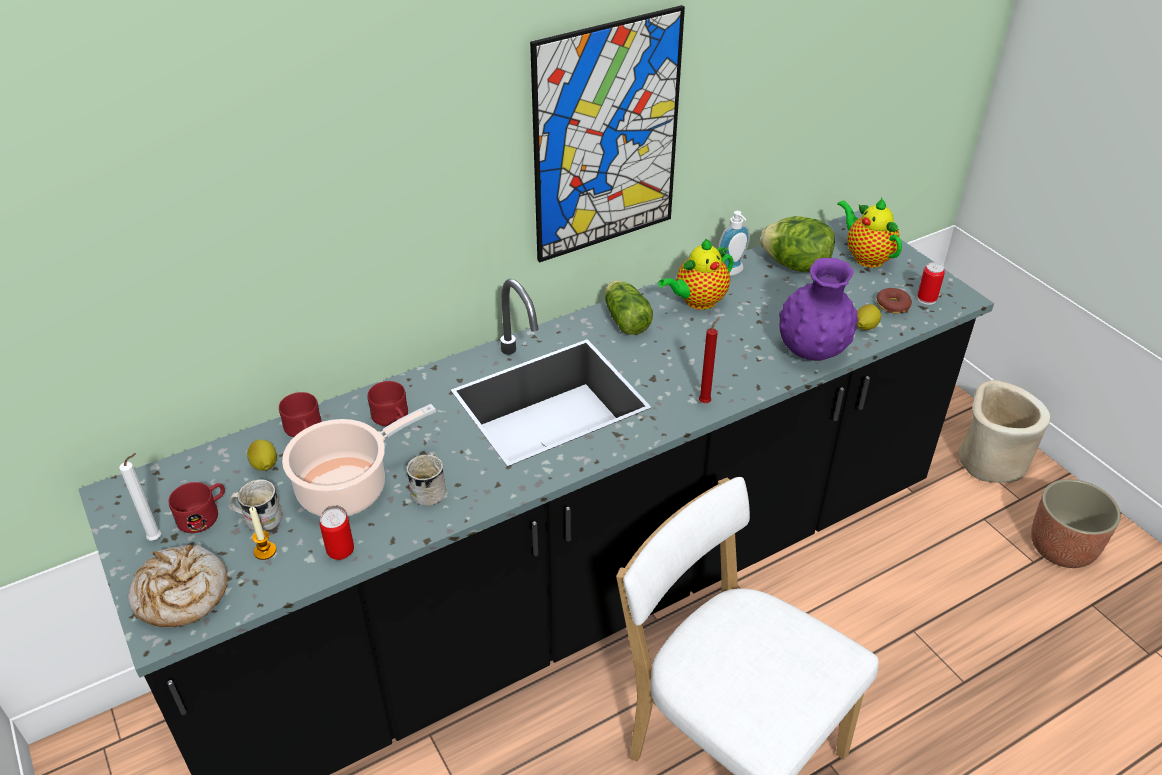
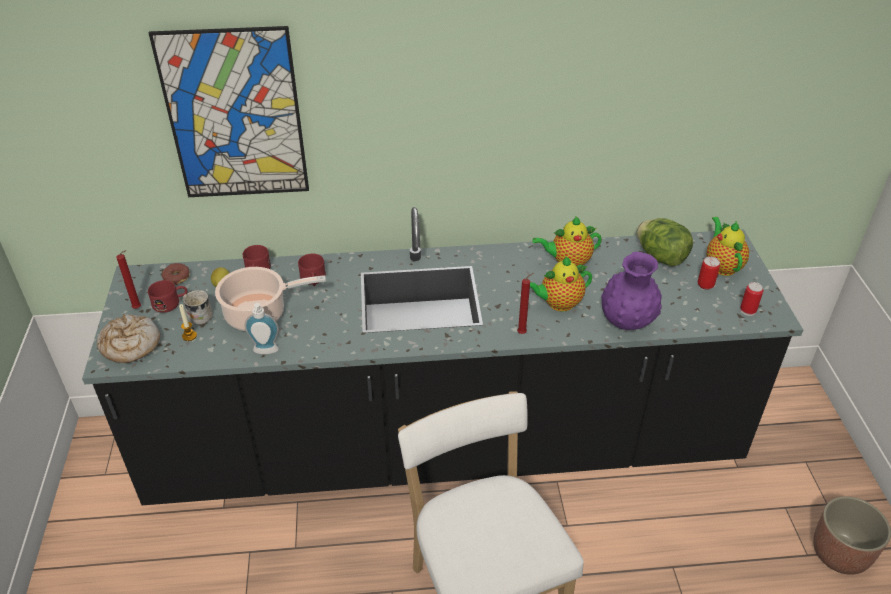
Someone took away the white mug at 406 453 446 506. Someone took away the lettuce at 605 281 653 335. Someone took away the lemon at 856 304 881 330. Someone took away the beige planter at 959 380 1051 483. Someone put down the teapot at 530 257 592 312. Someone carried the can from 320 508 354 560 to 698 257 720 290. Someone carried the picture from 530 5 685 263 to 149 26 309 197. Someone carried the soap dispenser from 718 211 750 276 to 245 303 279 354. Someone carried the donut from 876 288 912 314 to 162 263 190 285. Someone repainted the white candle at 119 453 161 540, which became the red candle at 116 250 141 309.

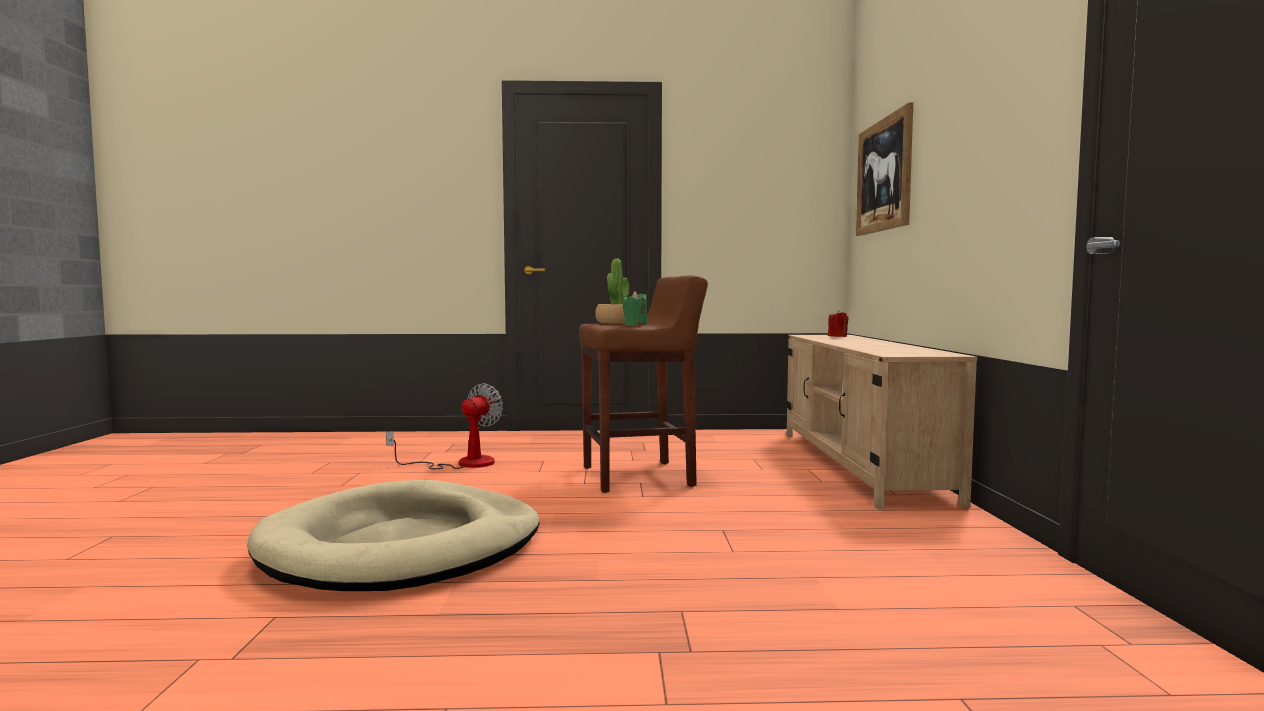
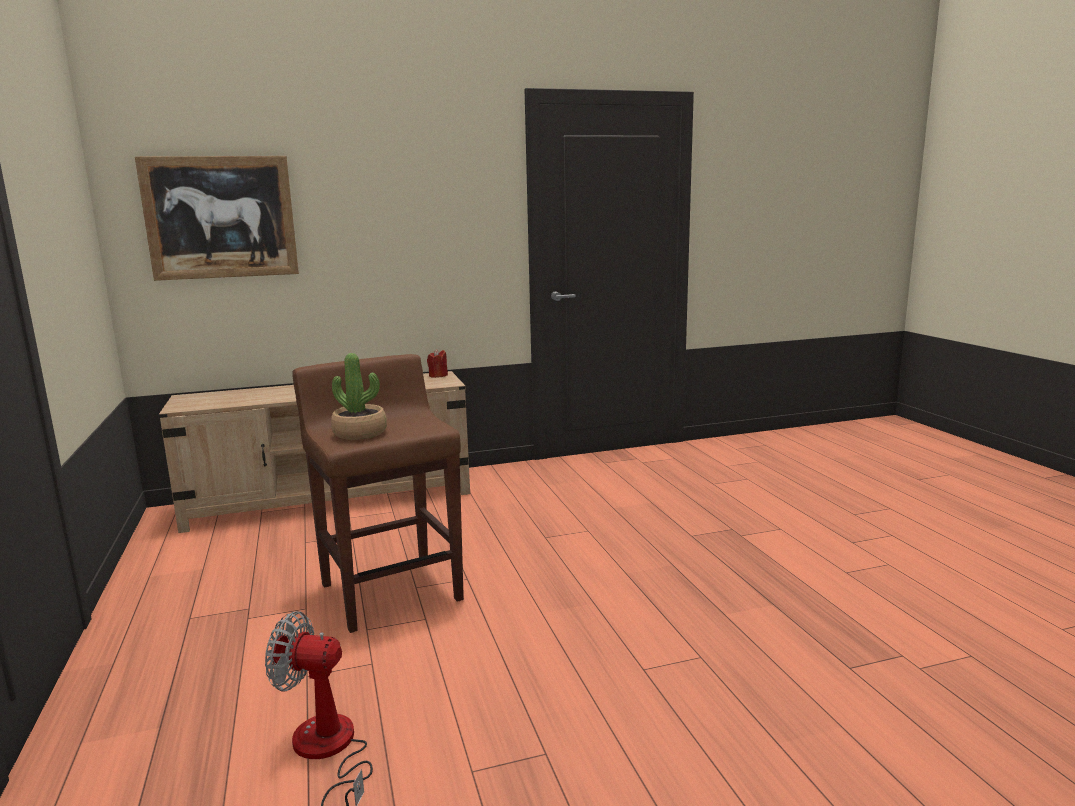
Someone took away the beige dog bed at 247 480 539 591. Someone took away the green candle at 623 291 647 326. Someone carried the red candle from 828 310 849 337 to 427 349 448 378.

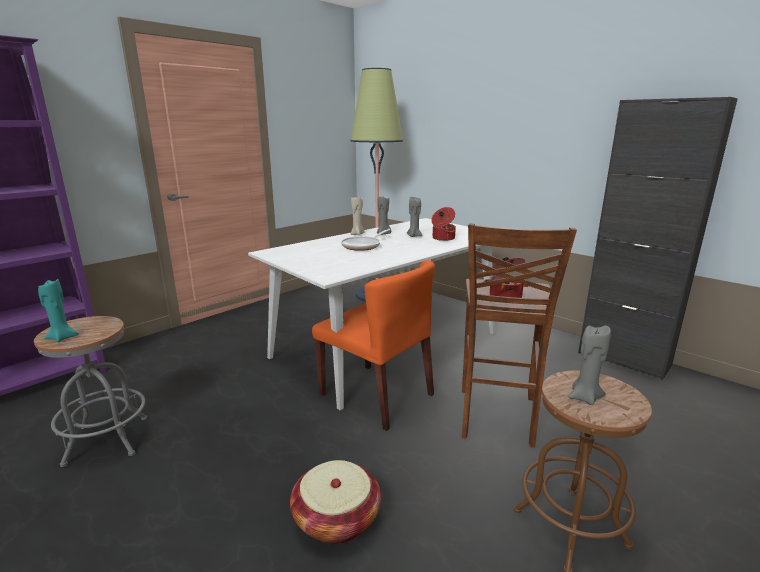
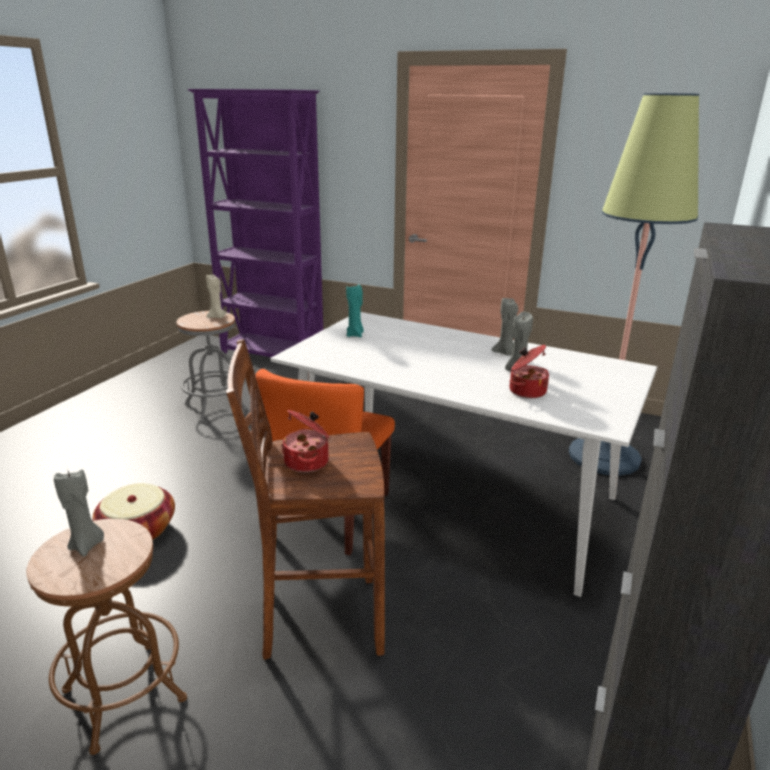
Someone took away the frying pan at 341 229 391 251. Someone carried the turquoise candle from 38 279 79 342 to 346 284 364 337. Someone carried the beige candle from 351 197 365 235 to 206 275 226 318.

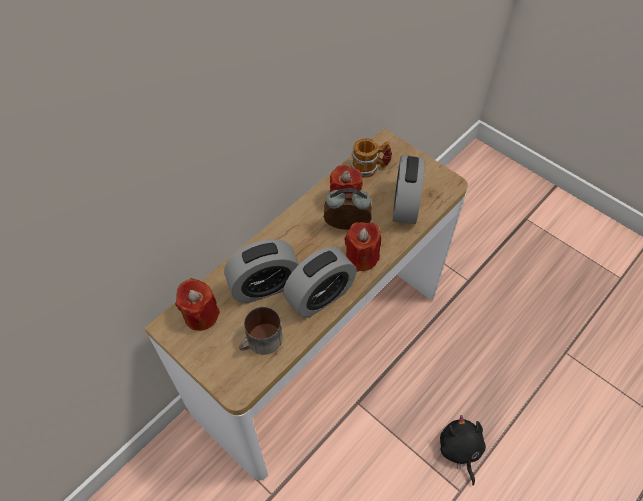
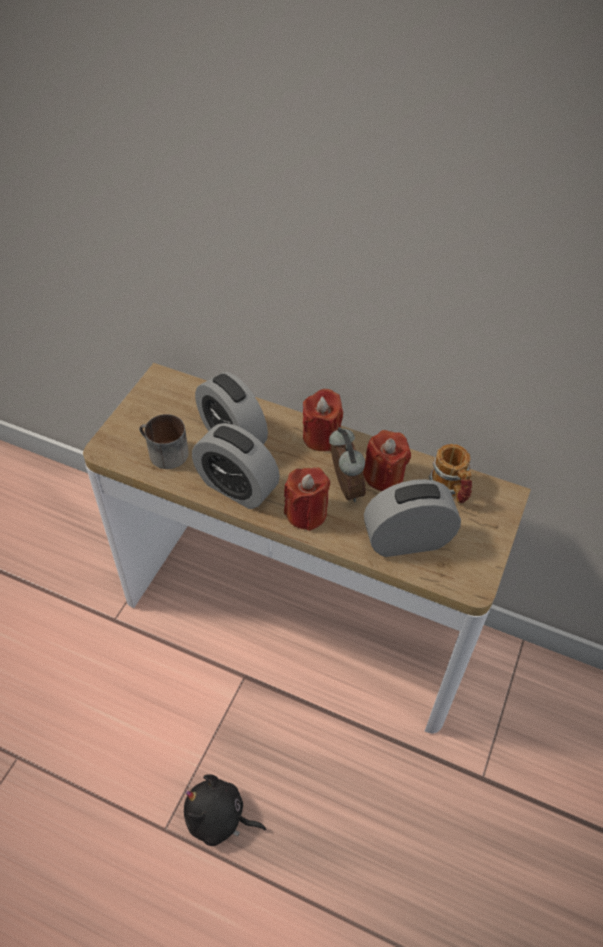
Someone carried the red candle from 175 278 220 331 to 303 389 343 451. Someone rotated the black plush toy at 440 415 486 486 by 135 degrees counterclockwise.

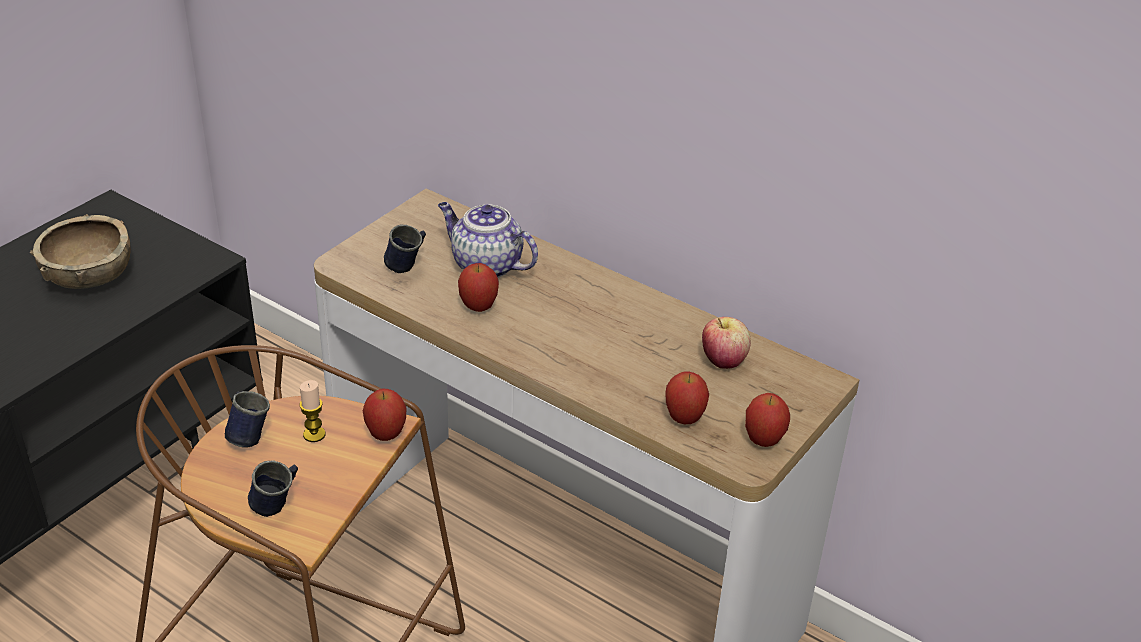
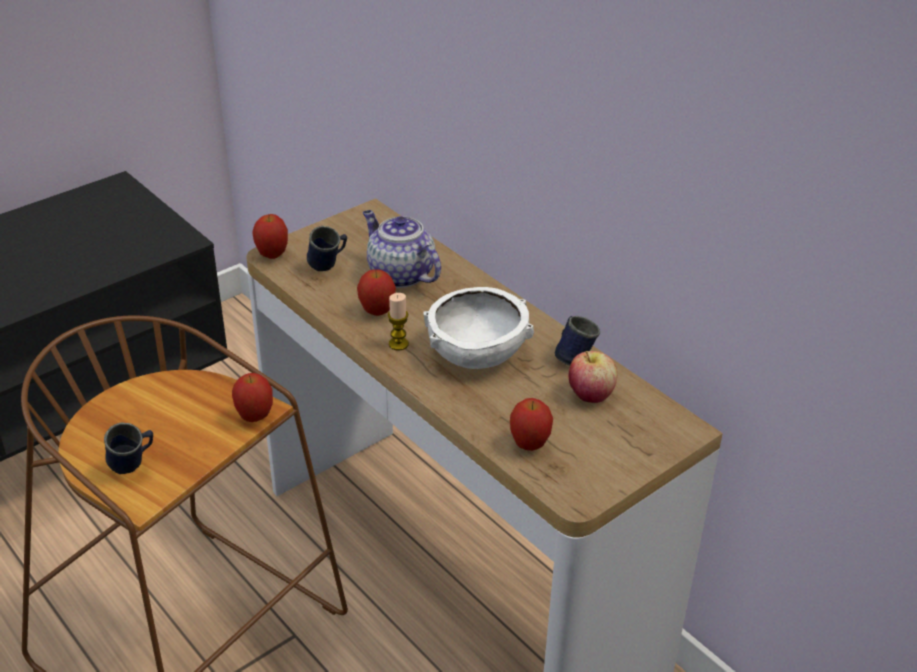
Someone took away the brown bowl at 30 214 131 289. Someone put down the white bowl at 423 287 534 369. Someone carried the blue mug from 225 391 270 448 to 555 316 600 366. Someone carried the candle from 300 380 325 442 to 388 293 409 351. Someone carried the apple from 745 393 790 447 to 252 214 288 259.

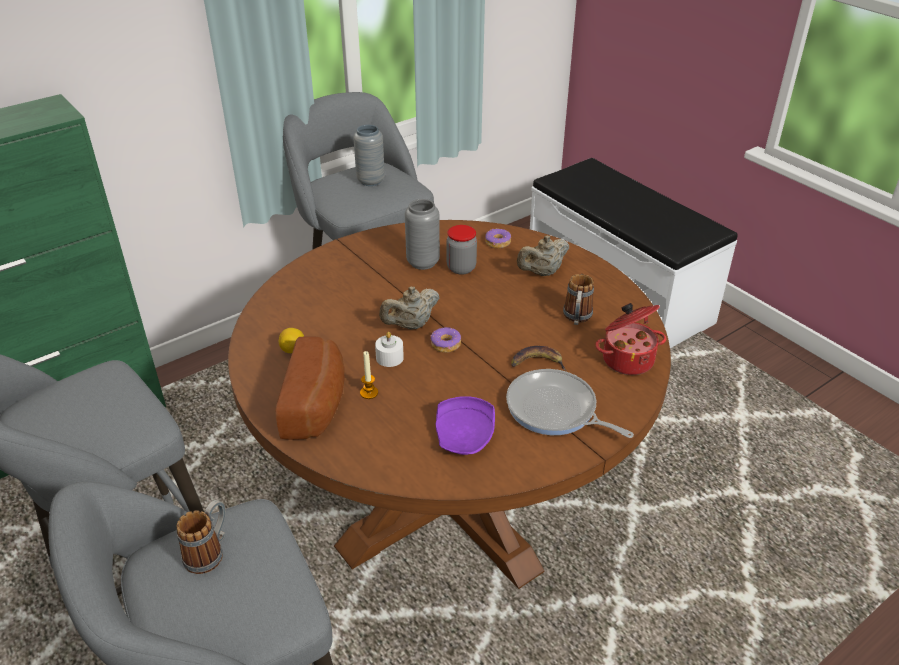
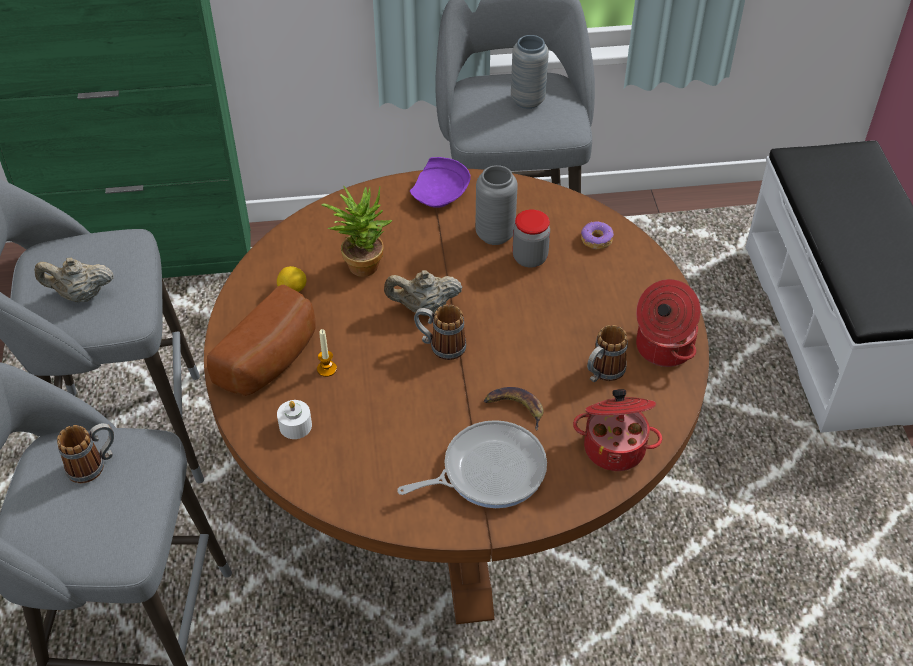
Someone put down the potted plant at 321 185 393 277. Someone put down the cooking pot at 636 279 701 367. Someone carried the white candle from 375 332 404 367 to 277 400 312 439. Someone carried the purple plate from 436 396 495 455 to 410 157 471 208. Someone carried the beige teapot from 517 236 569 276 to 35 258 114 302. Someone swapped the donut at 430 327 461 353 for the mug at 414 304 466 360. Someone rotated the frying pan at 506 369 634 438 by 90 degrees clockwise.

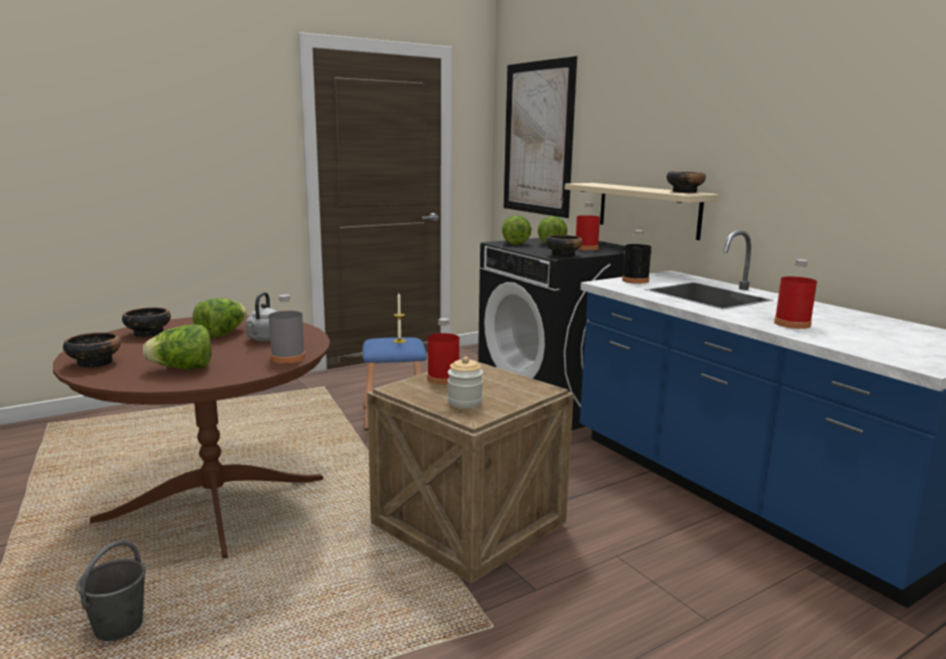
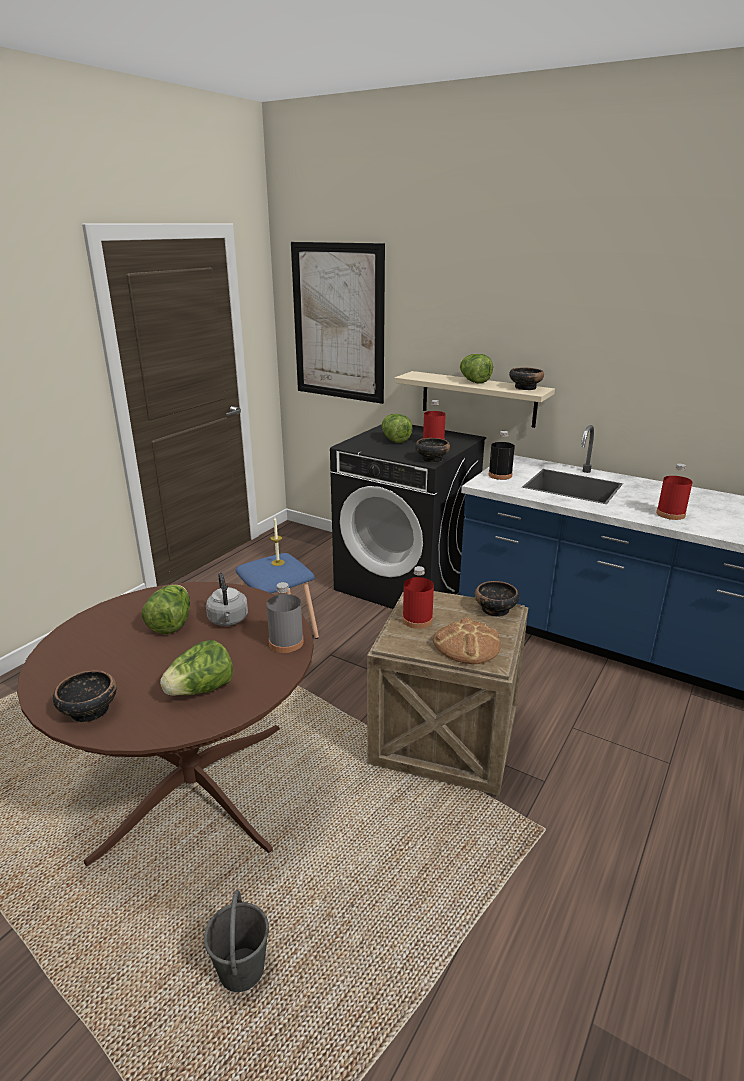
Someone carried the bowl from 122 307 171 337 to 475 581 519 617. Someone carried the lettuce from 502 215 532 245 to 459 354 493 384. Someone swapped the jar at 448 357 483 408 for the bread at 433 617 501 664.

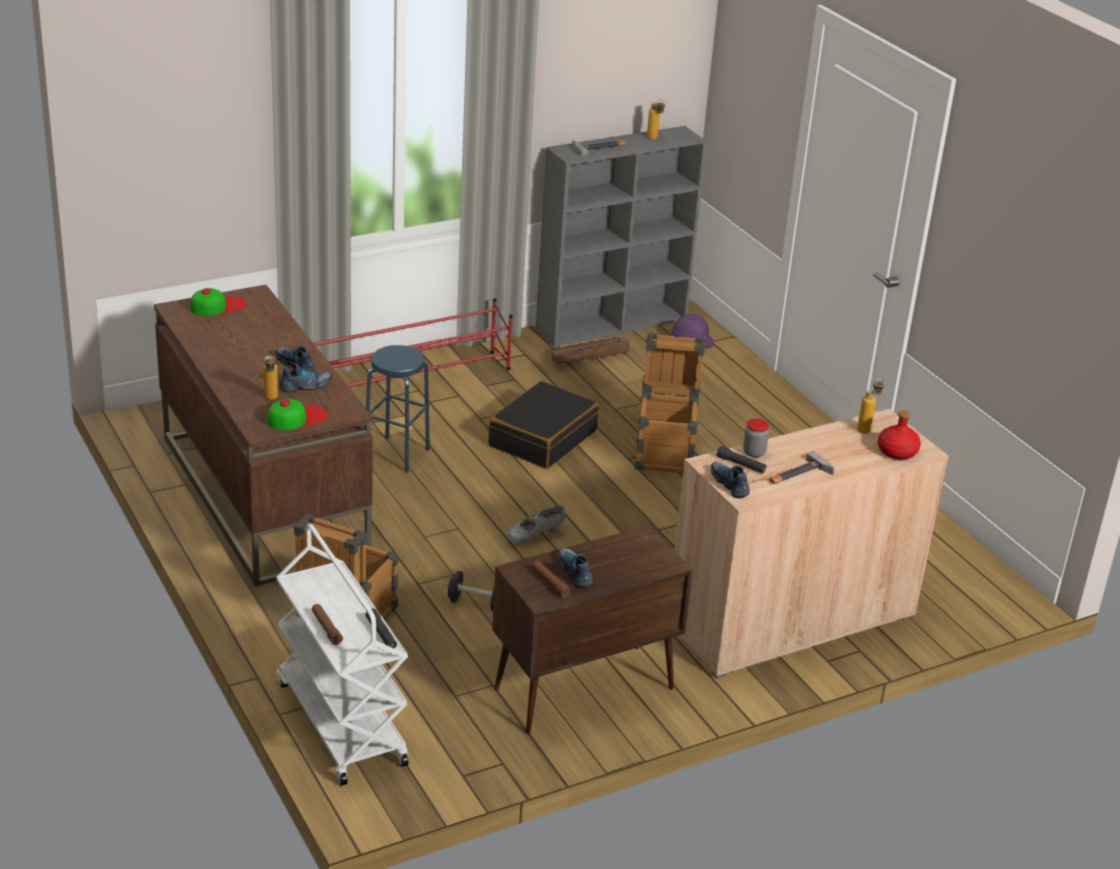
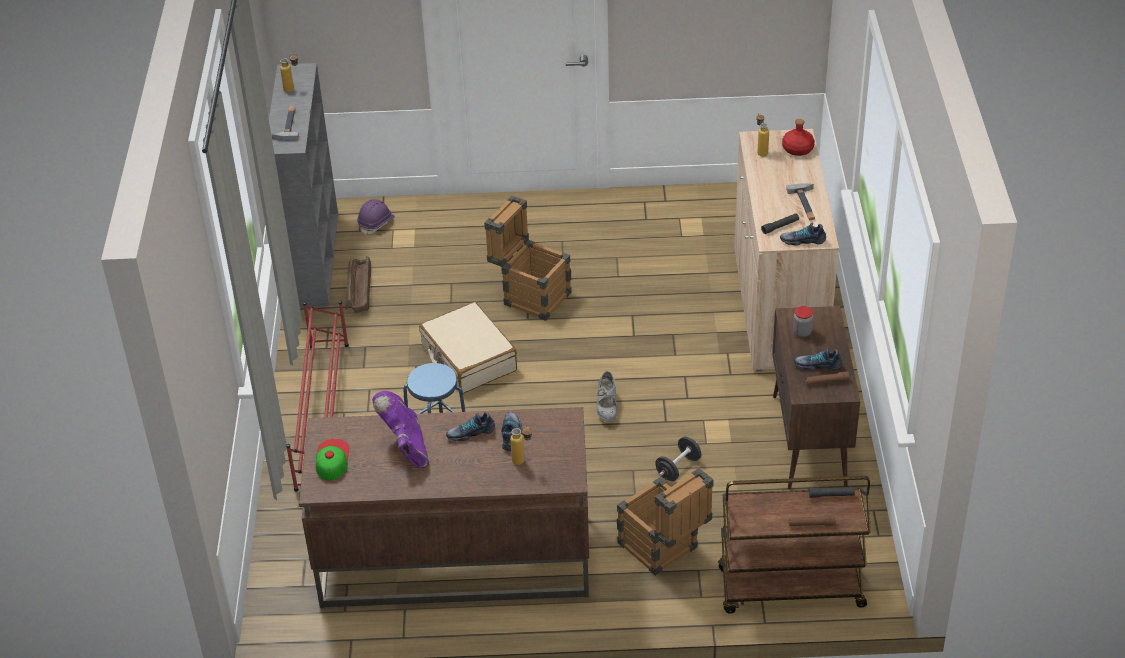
Someone took away the cap at 267 398 328 430. Someone put down the purple boot at 372 391 429 468. Someone carried the jar from 743 419 769 457 to 793 306 813 337. Someone repainted the white cart at 276 524 409 786, which became the brown cart at 718 476 871 614. Someone repainted the black suitcase at 488 381 599 469, which became the beige suitcase at 419 302 517 394.

